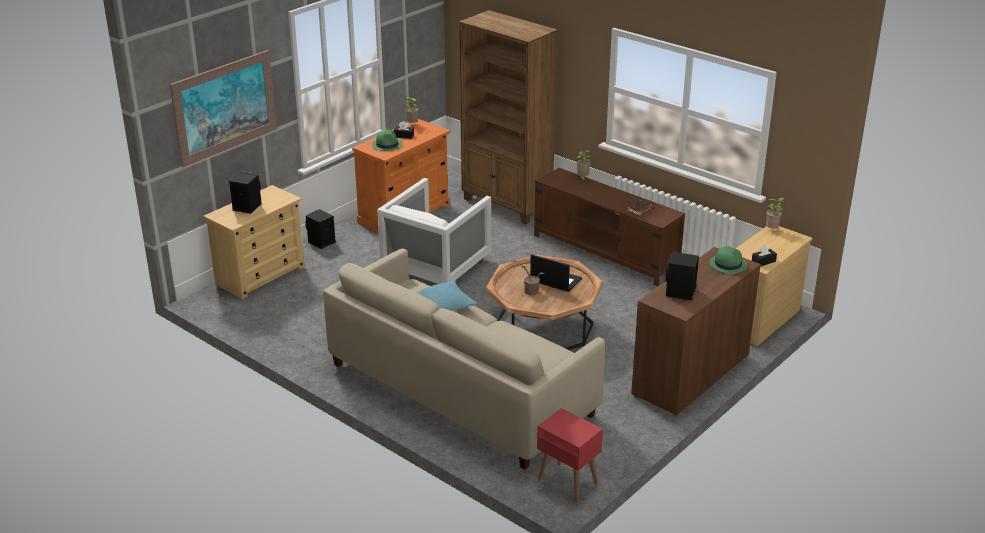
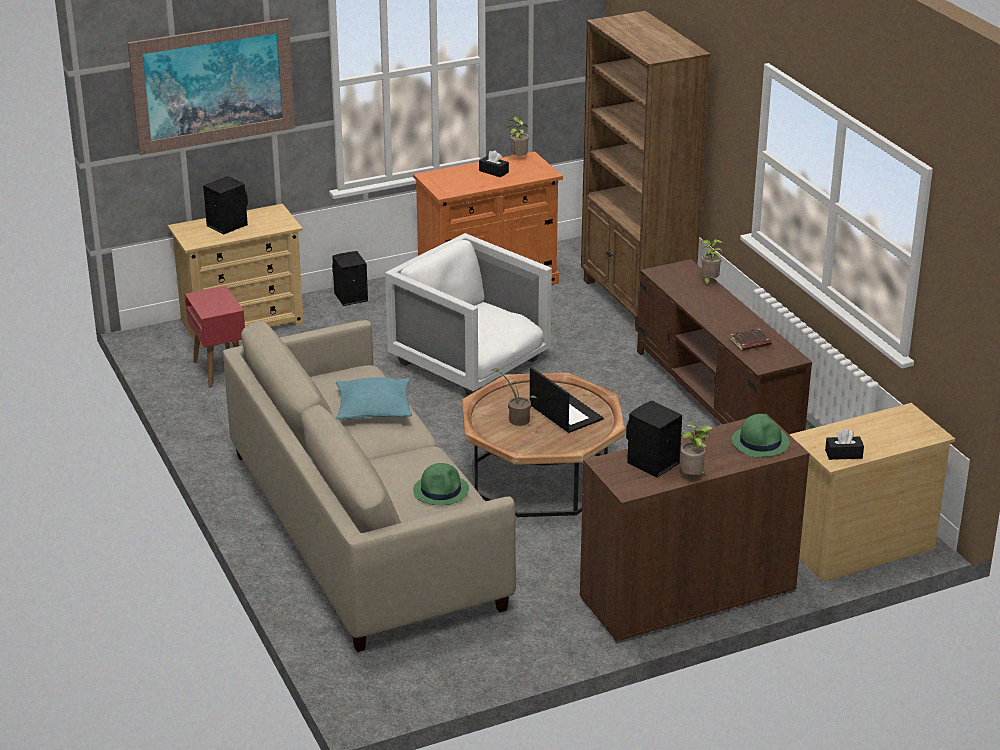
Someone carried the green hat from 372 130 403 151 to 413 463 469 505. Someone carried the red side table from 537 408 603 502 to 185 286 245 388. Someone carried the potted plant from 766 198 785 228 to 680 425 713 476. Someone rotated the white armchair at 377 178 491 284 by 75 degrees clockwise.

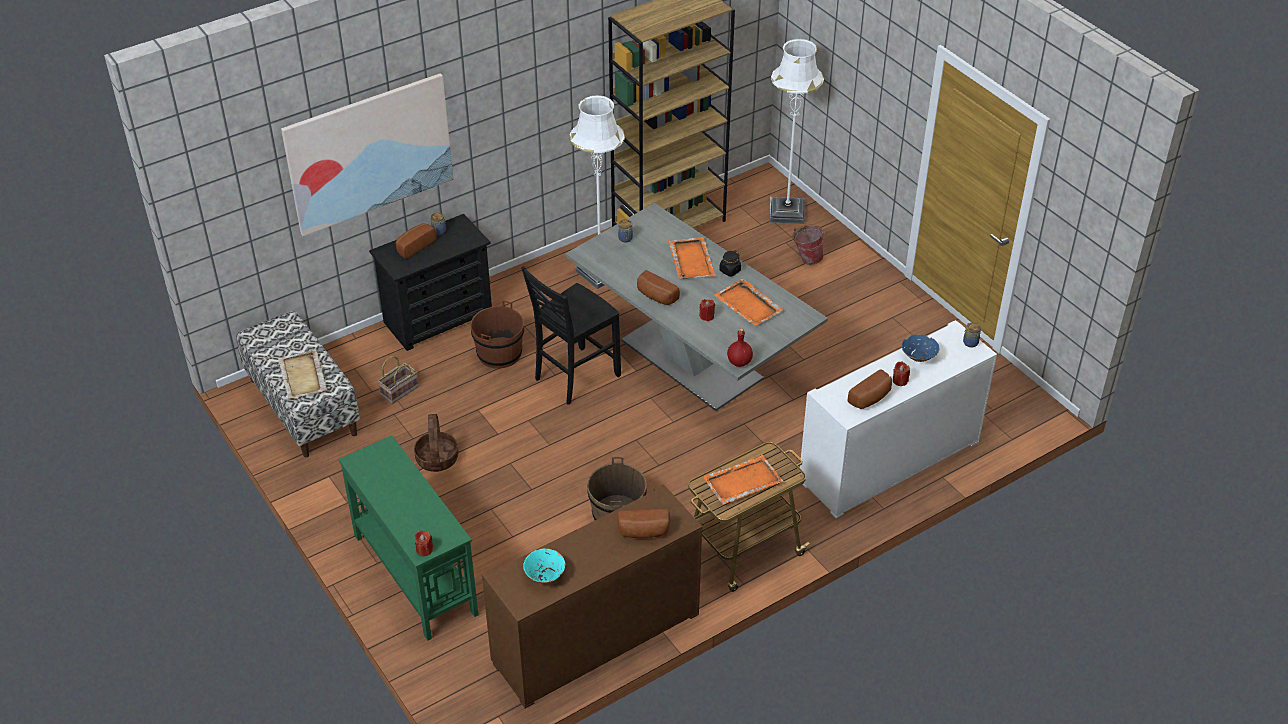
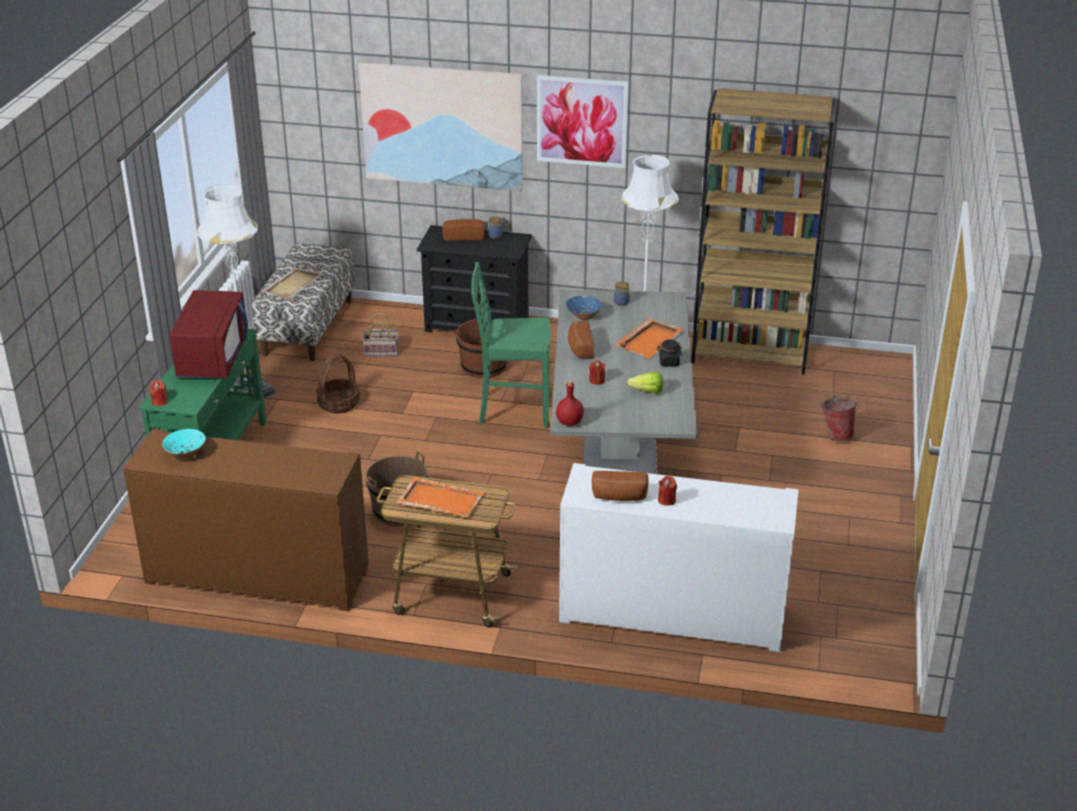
Someone took away the bread at 617 509 670 538. Someone took away the jar at 963 323 981 347. Someone put down the red microwave at 170 290 248 379. Someone put up the picture at 537 75 629 168. Someone carried the white floor lamp from 770 39 824 224 to 197 184 276 398. Someone carried the blue bowl from 902 334 939 362 to 565 296 602 320. Someone swapped the orange tray at 714 278 784 326 for the lettuce at 627 372 663 394. Someone repainted the black chair at 521 266 621 405, which became the green chair at 471 262 551 428.

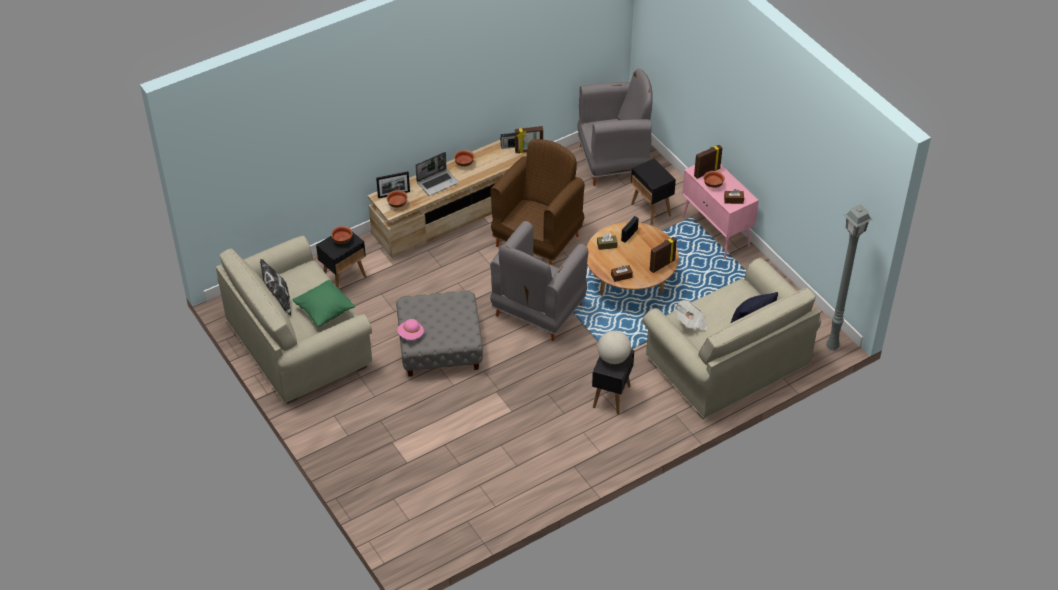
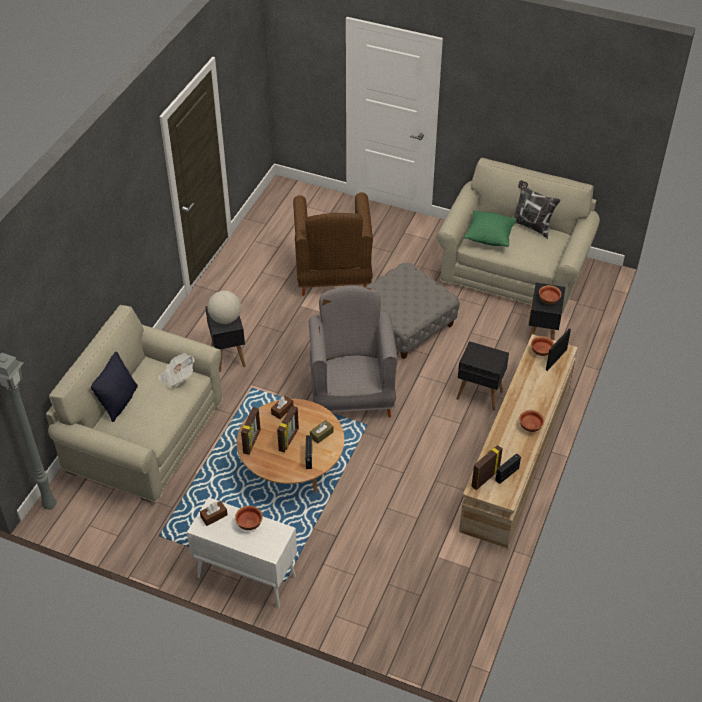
Someone took away the pink hat at 397 319 424 340. Someone took away the laptop at 415 152 459 196. Someone took away the grey armchair at 577 68 653 186. Someone carried the brown armchair from 490 139 585 265 to 293 192 373 296. Someone carried the black side table from 631 158 676 225 to 456 341 509 411. Someone carried the picture frame from 694 145 722 179 to 277 405 299 452. Someone repainted the pink cabinet at 682 165 759 259, which became the white cabinet at 187 497 297 608.

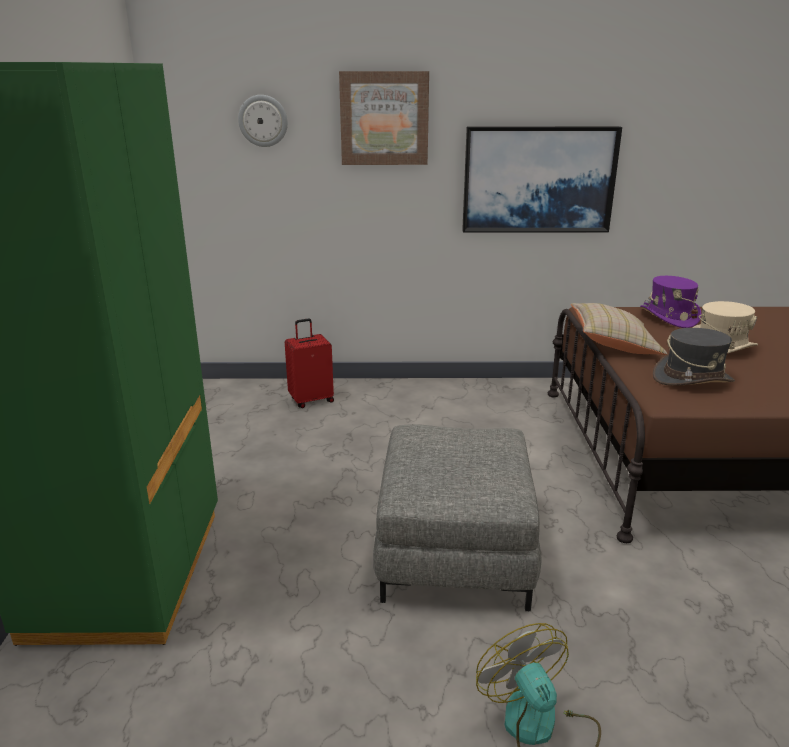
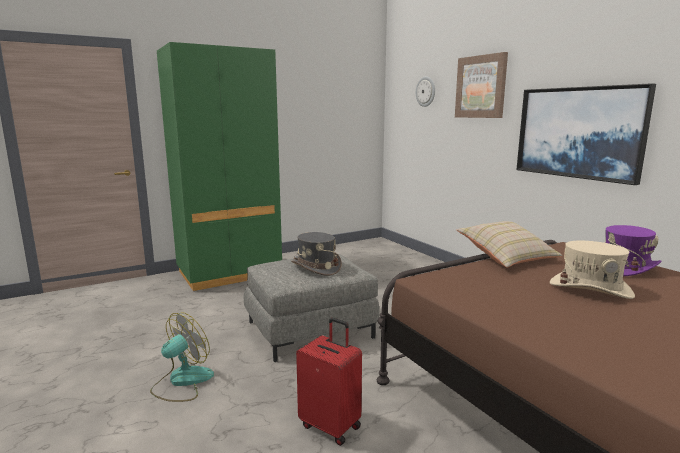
Someone carried the red suitcase from 285 318 334 408 to 296 318 362 446. Someone carried the grey hat from 653 328 735 386 to 291 232 342 276.

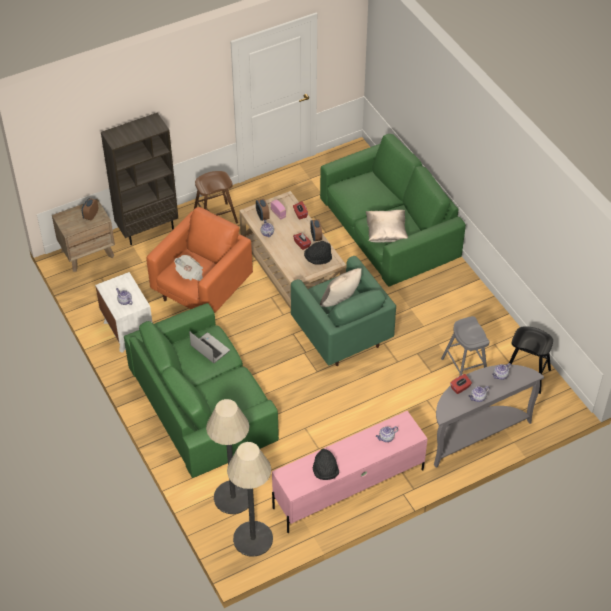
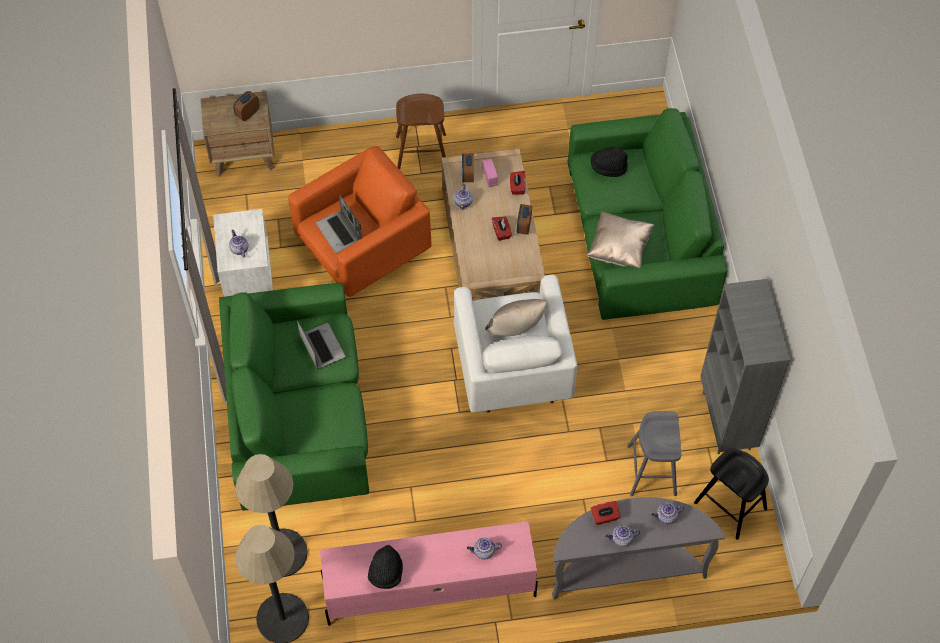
Someone took away the brown bookcase at 101 113 178 245. Someone put down the grey bookcase at 700 279 790 454. Someone carried the black hat from 304 241 332 265 to 591 147 628 177. Someone swapped the newspaper at 174 255 203 281 for the laptop at 316 194 362 253. Someone repainted the green armchair at 291 256 396 366, which became the white armchair at 454 275 577 413.

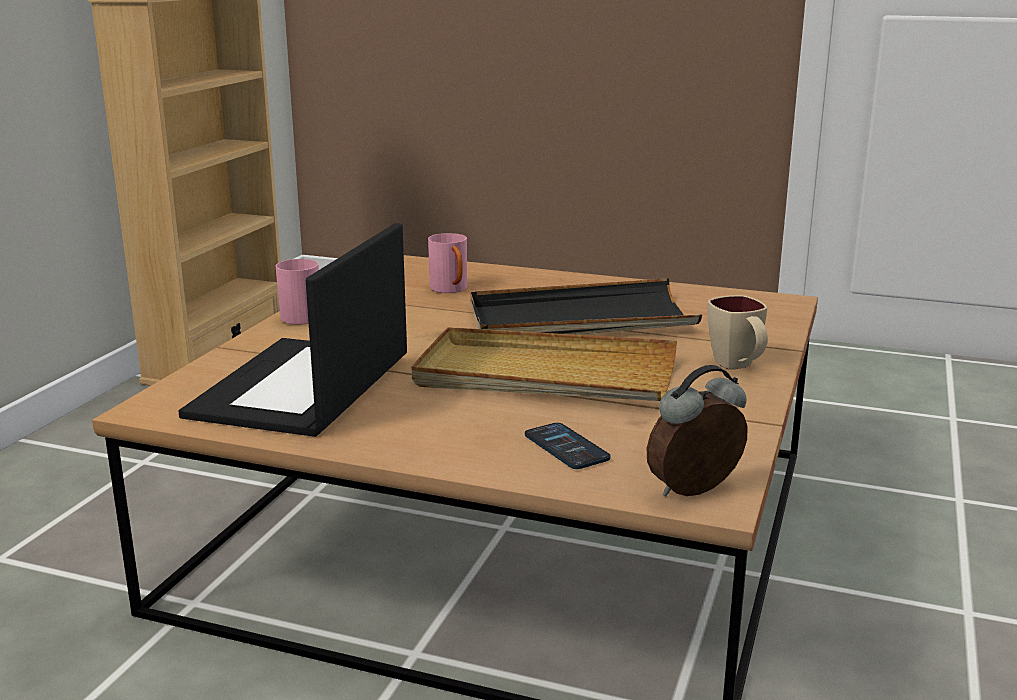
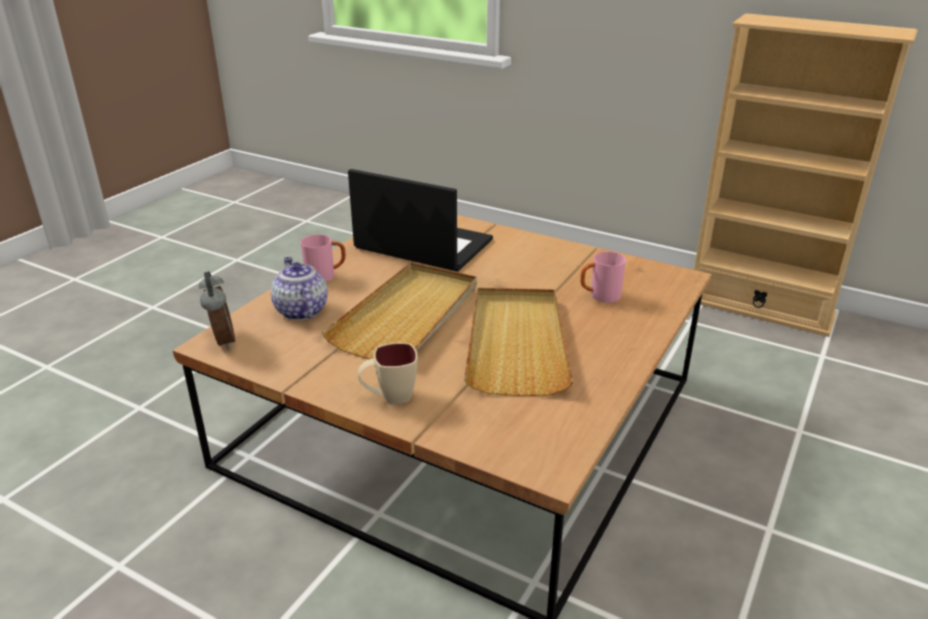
Someone carried the pink mug from 276 259 319 325 to 301 234 346 282. Someone swapped the phone at 525 423 610 469 for the teapot at 271 257 328 320. Someone repainted the black tray at 470 279 702 335, which became the beige tray at 464 288 573 396.

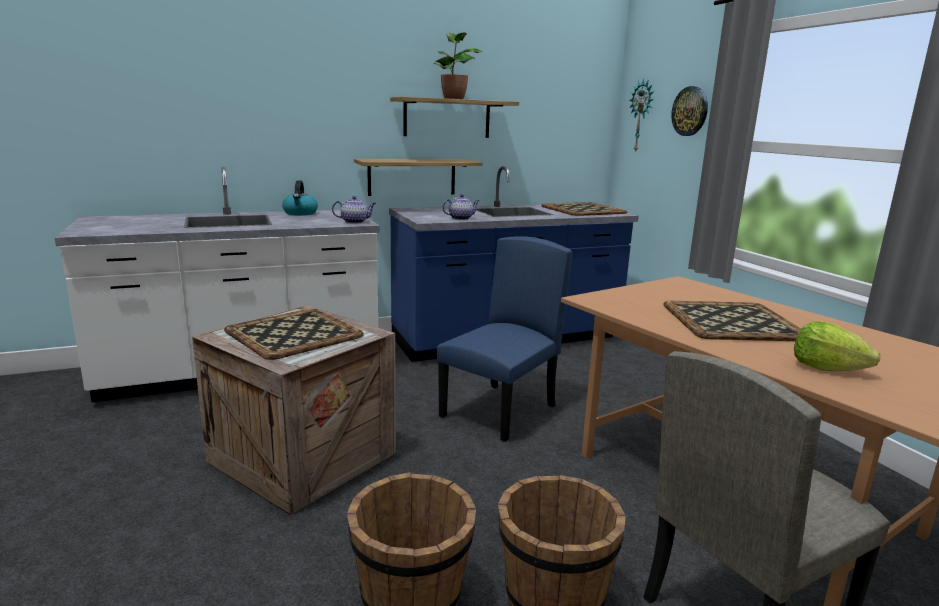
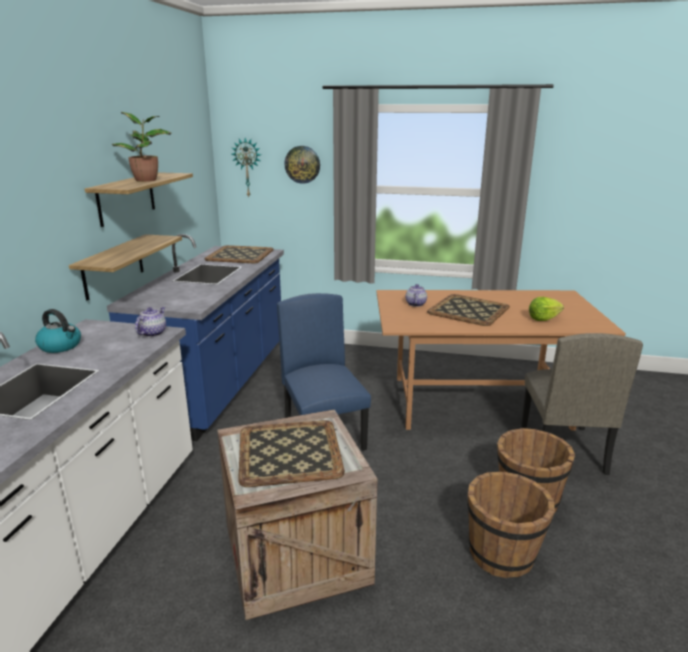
Someone carried the teapot from 442 194 480 220 to 405 284 427 307.

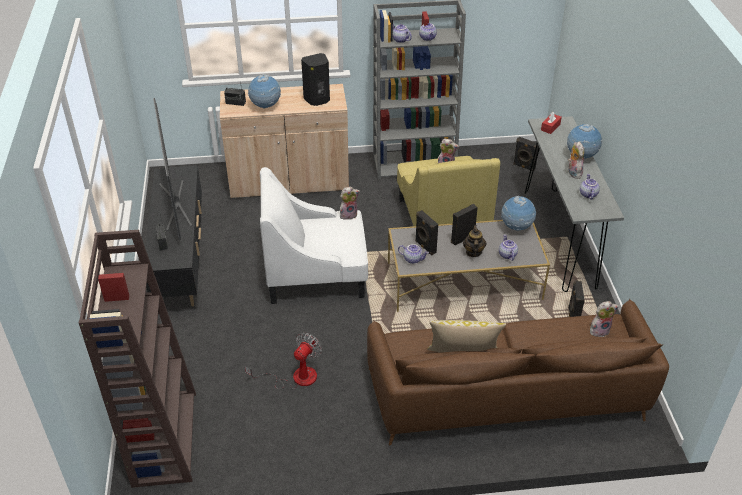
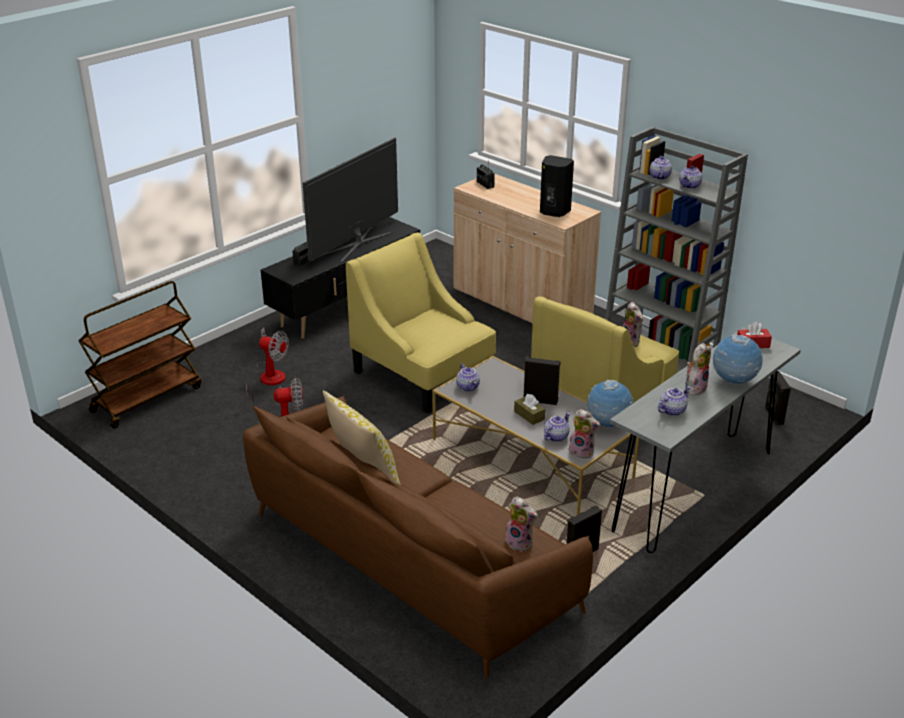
Someone took away the globe at 247 74 281 109. Someone took away the black speaker at 415 210 438 255. Someone put down the fan at 257 328 289 385. Someone carried the plush toy from 340 186 360 220 to 568 409 600 459. Someone swapped the brown bookcase at 79 230 196 488 for the brown cart at 78 281 201 429. Someone swapped the teapot at 463 225 487 257 for the brown tissue box at 514 394 545 425. Someone repainted the white armchair at 260 167 368 304, which became the yellow armchair at 346 232 496 414.

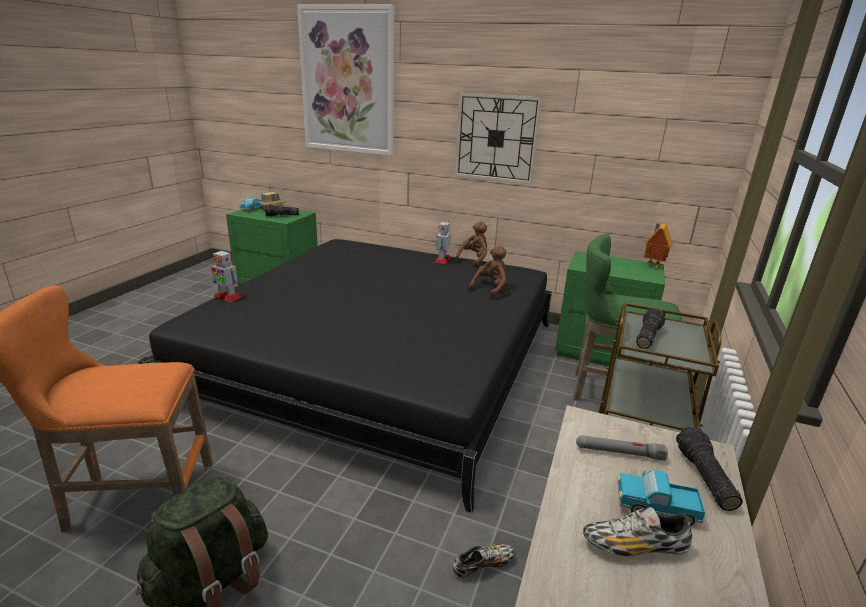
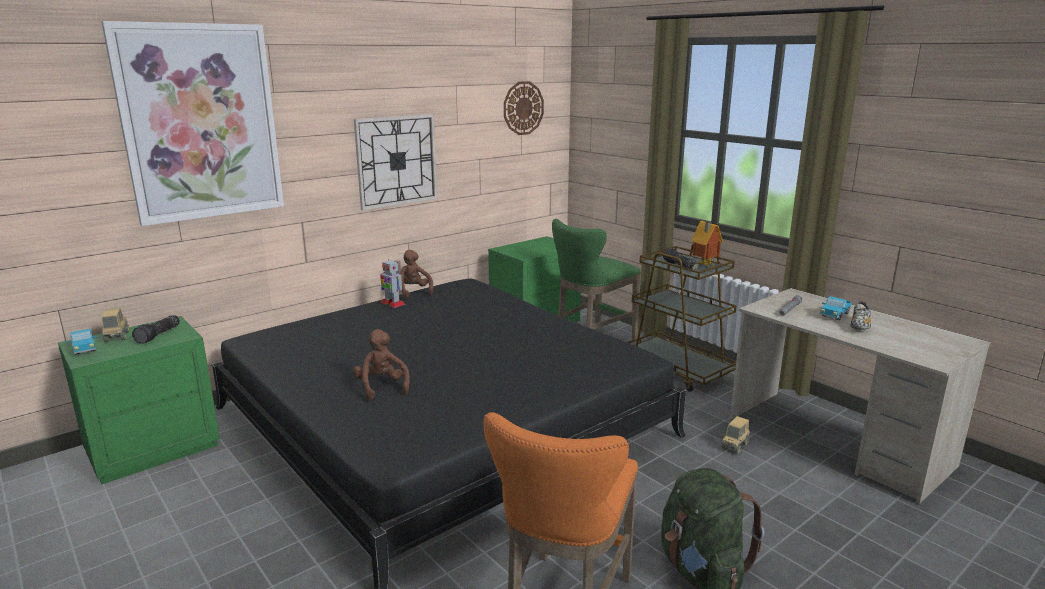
Someone took away the toy robot at 211 250 242 302. Someone took away the flashlight at 676 427 743 511. Someone put up the wall clock at 504 81 544 135. Someone carried the brown plush toy from 469 245 507 298 to 353 329 410 400. Someone carried the toy house from 644 223 673 269 to 691 221 723 267. Someone swapped the shoe at 452 544 516 578 for the toy truck at 721 416 750 454.

